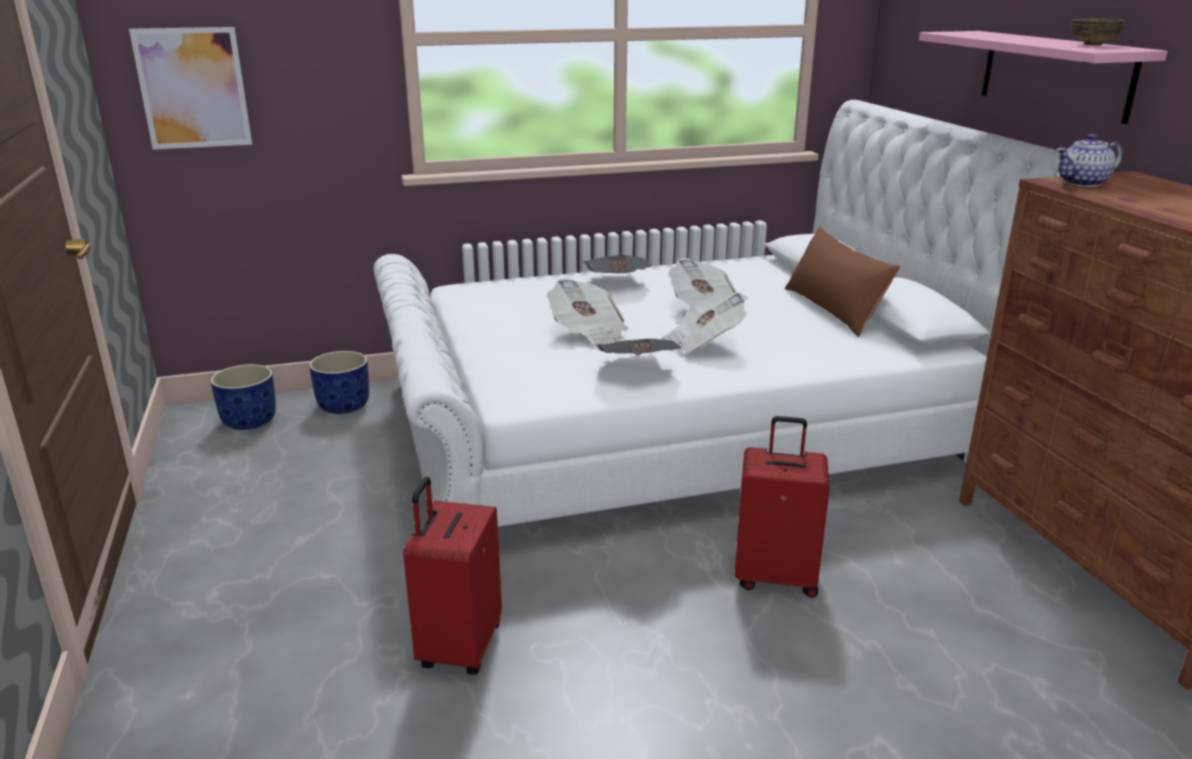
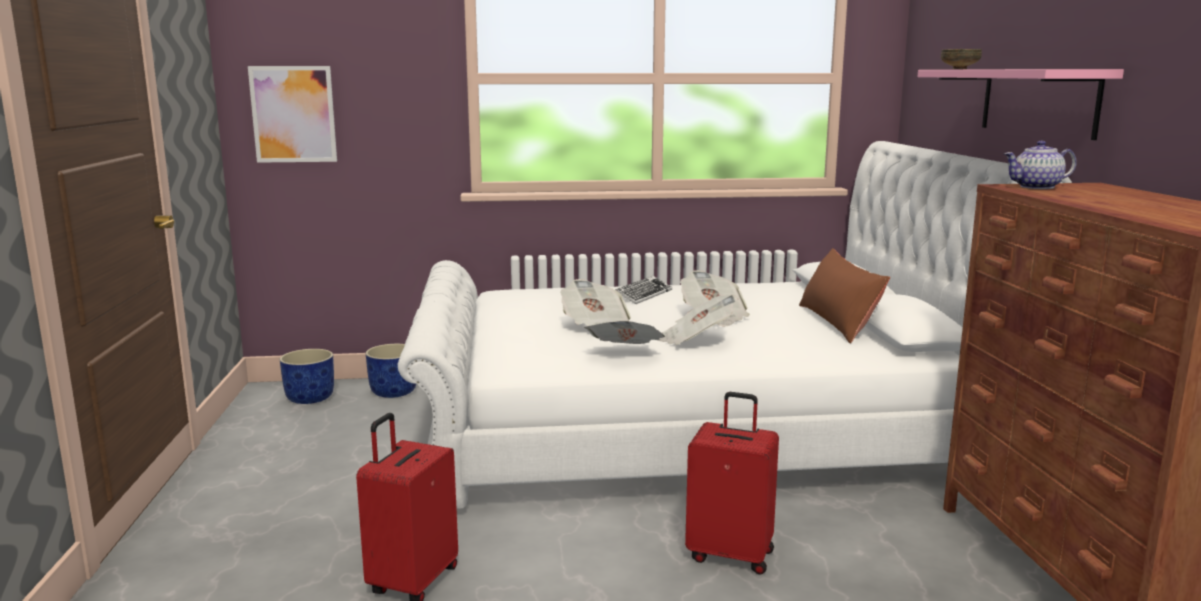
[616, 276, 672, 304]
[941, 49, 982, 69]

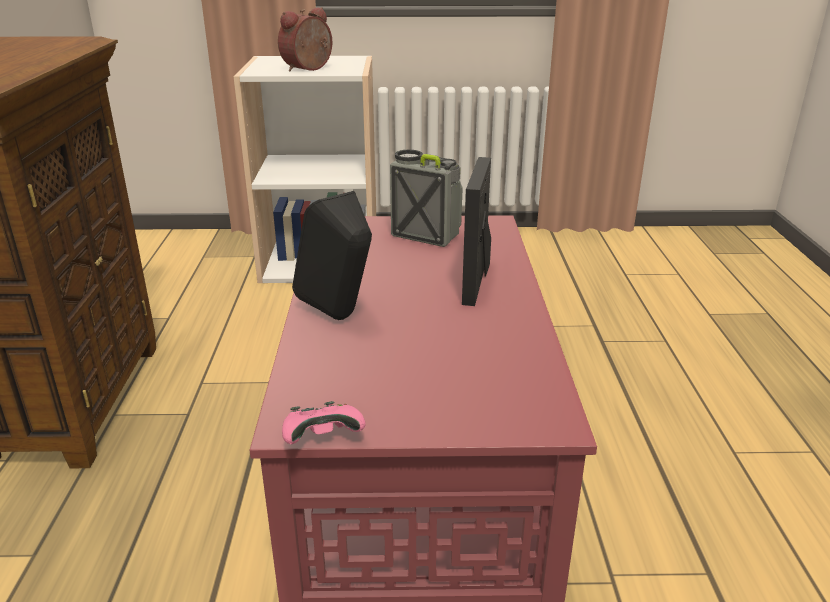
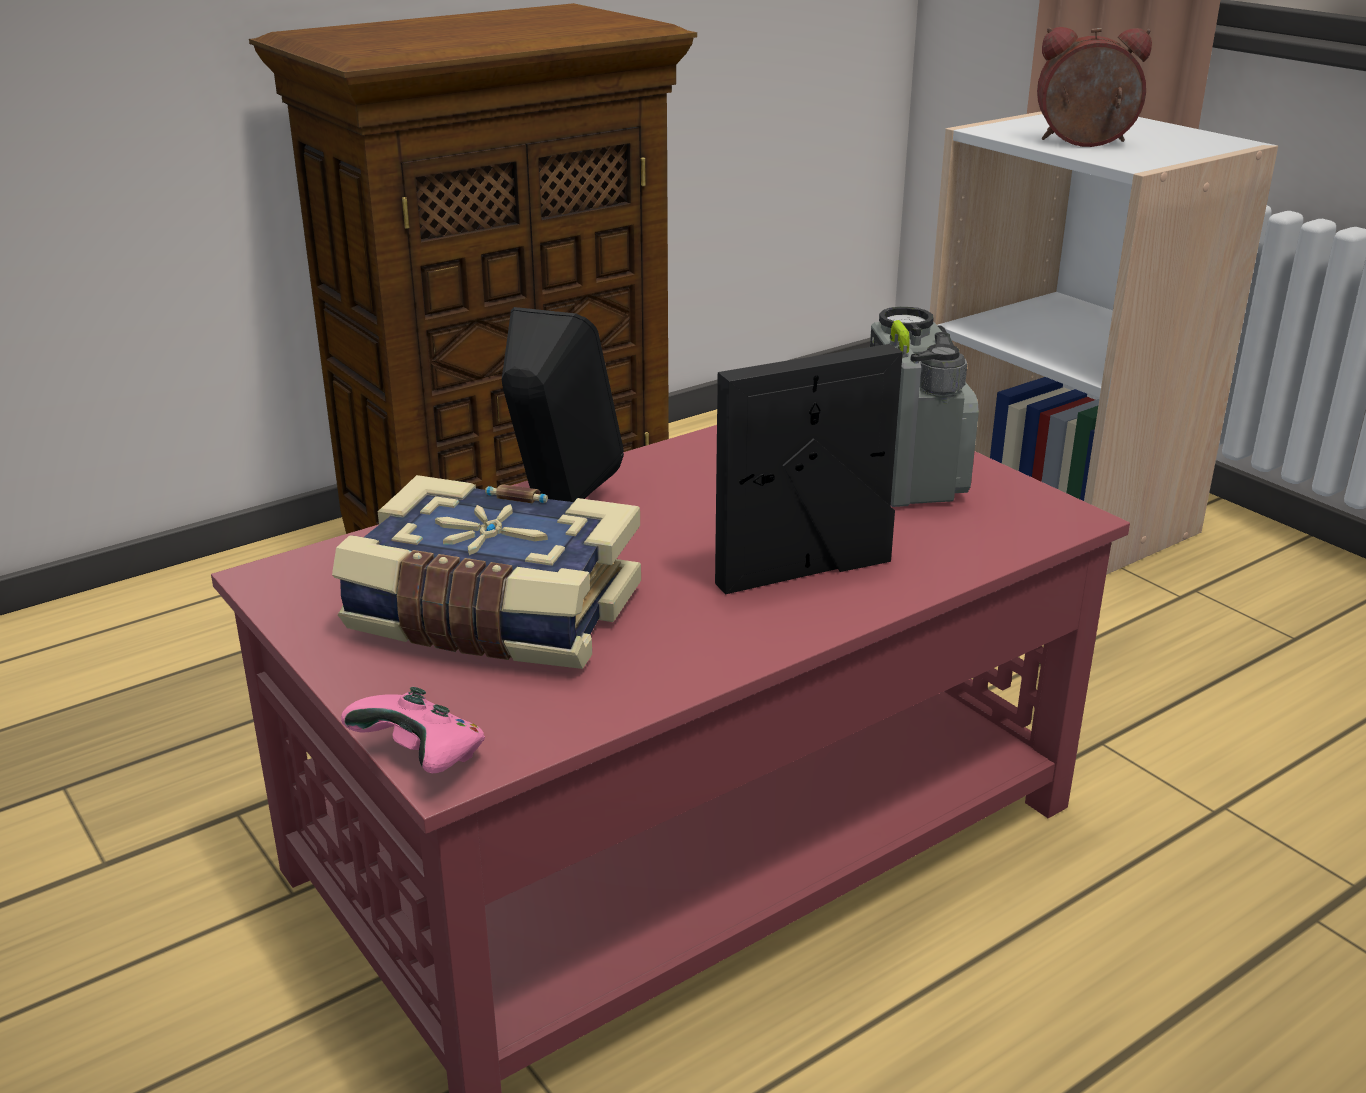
[332, 475, 641, 669]
[341, 687, 485, 773]

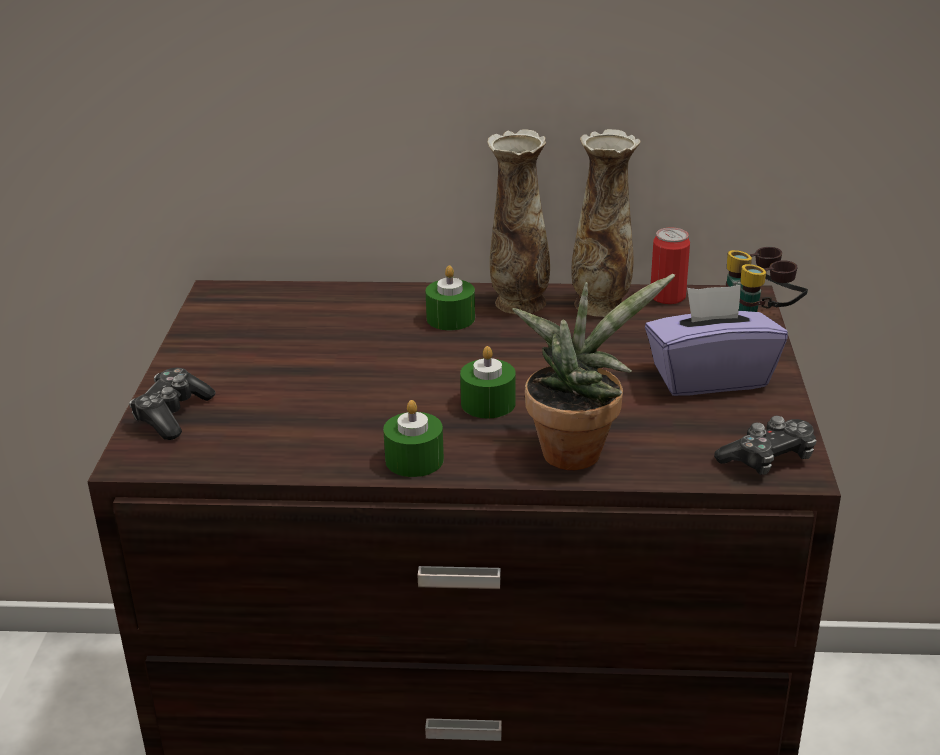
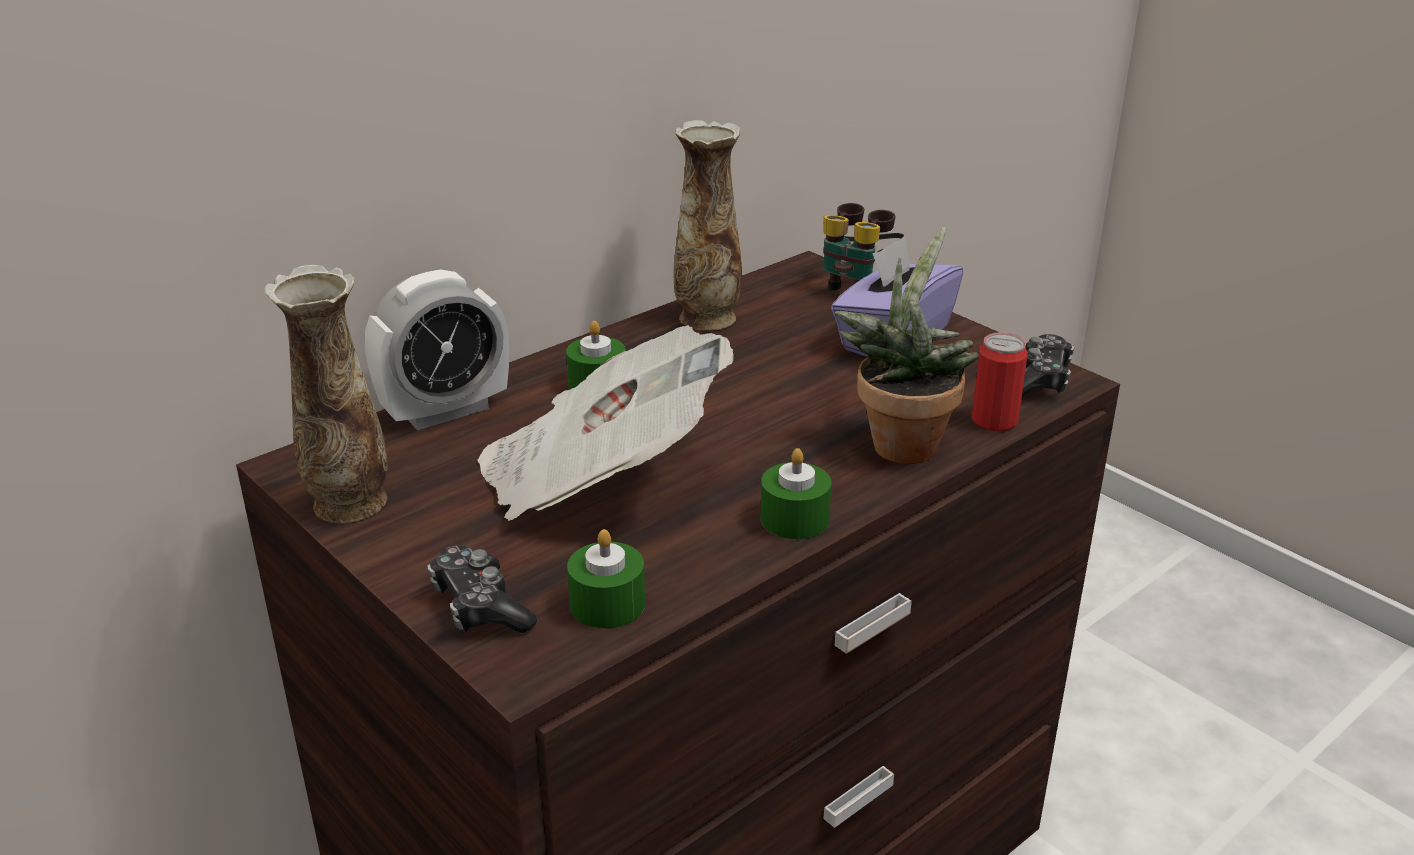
[264, 265, 387, 523]
[365, 270, 509, 430]
[477, 325, 734, 521]
[567, 529, 645, 628]
[972, 332, 1027, 431]

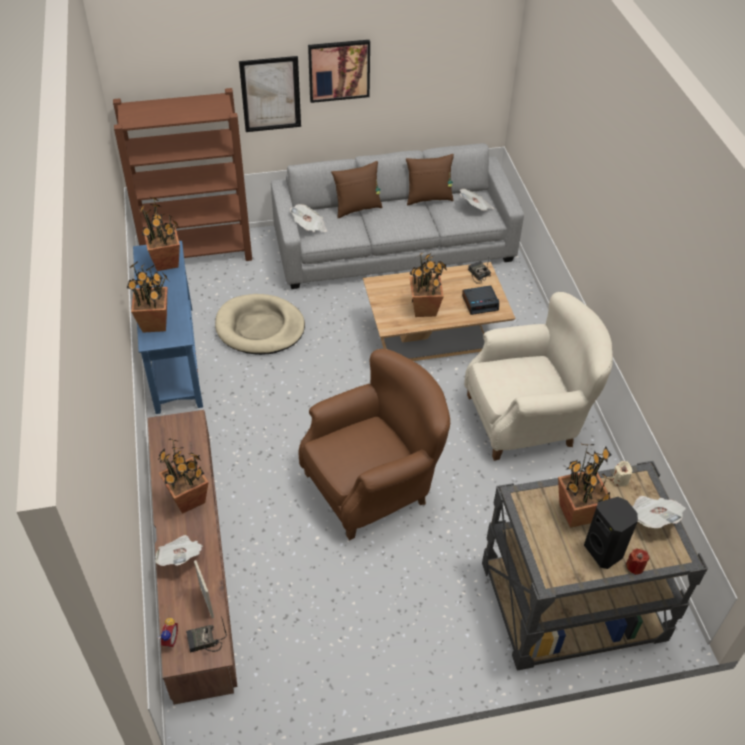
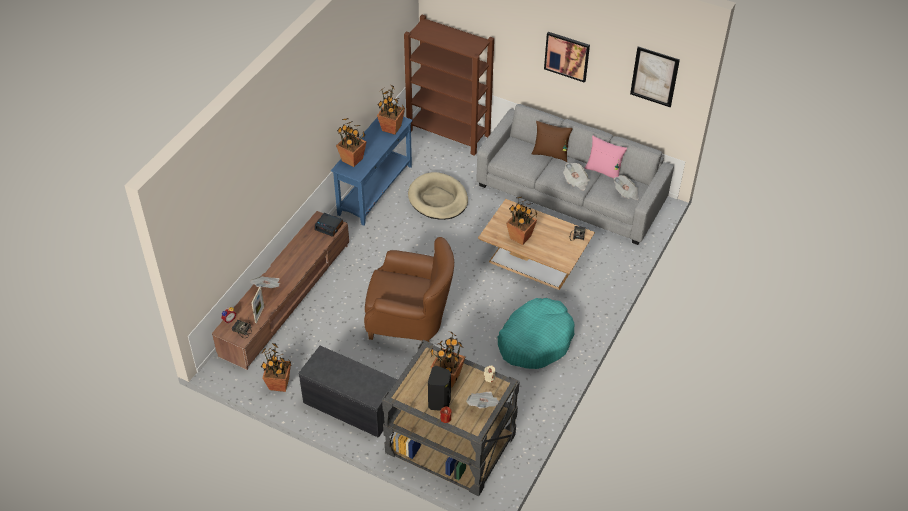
[260, 343, 292, 392]
[298, 346, 397, 438]
[315, 213, 343, 237]
[498, 298, 575, 369]
[563, 163, 590, 191]
[584, 136, 627, 179]
[630, 46, 680, 107]

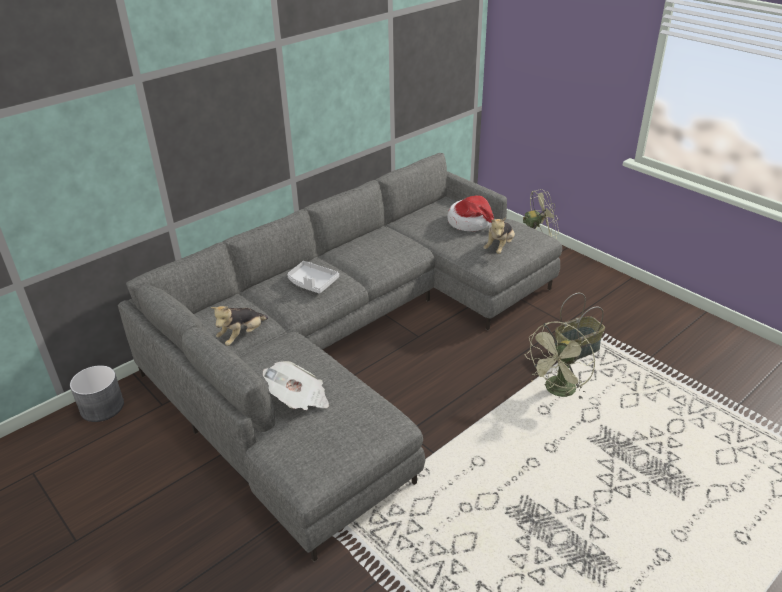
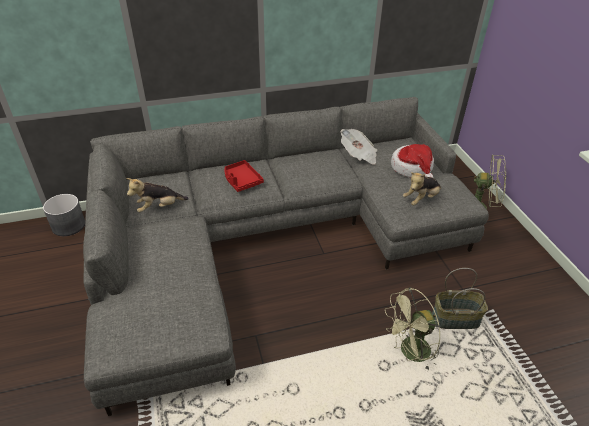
[224, 160, 264, 192]
[341, 129, 377, 165]

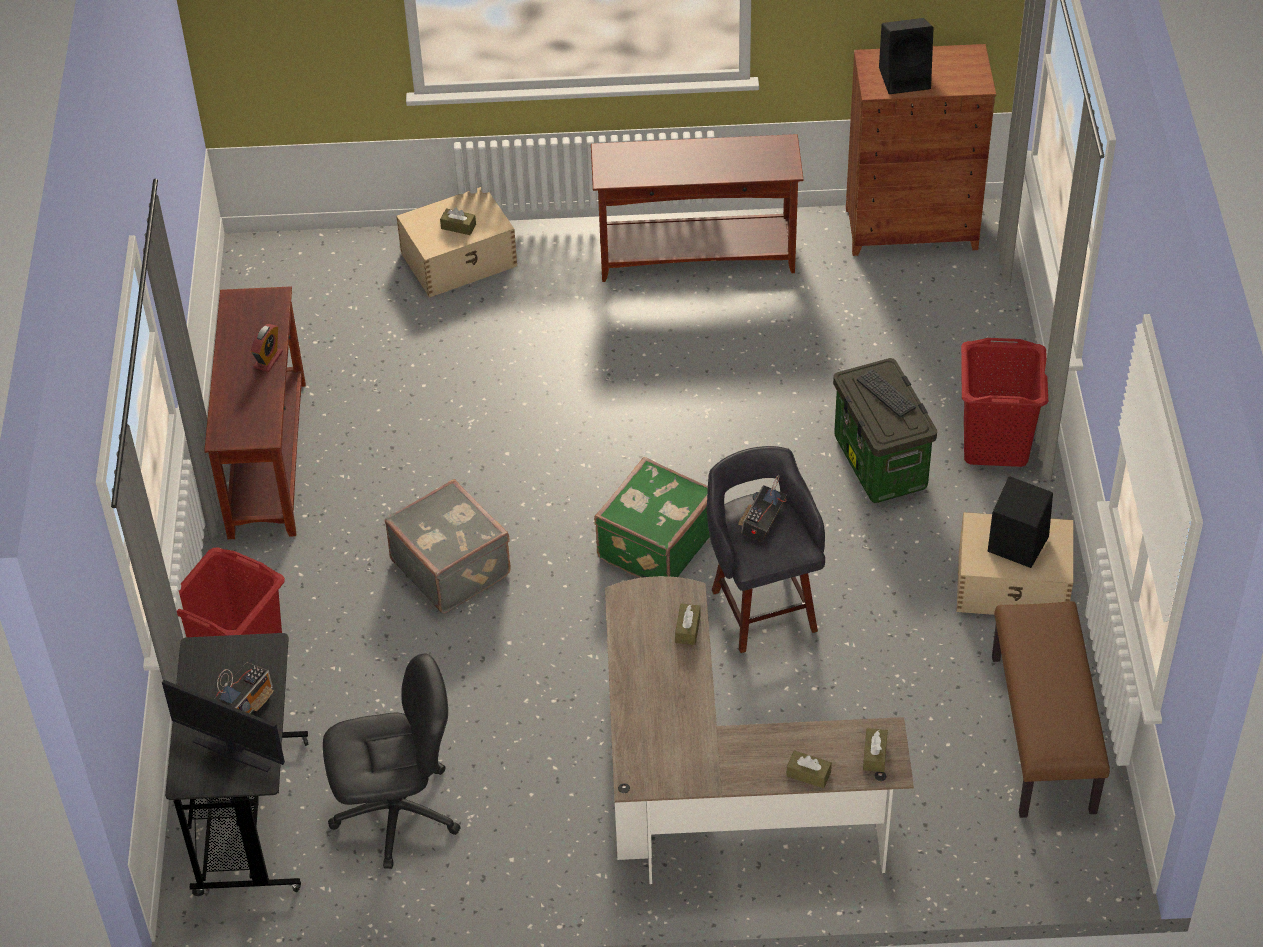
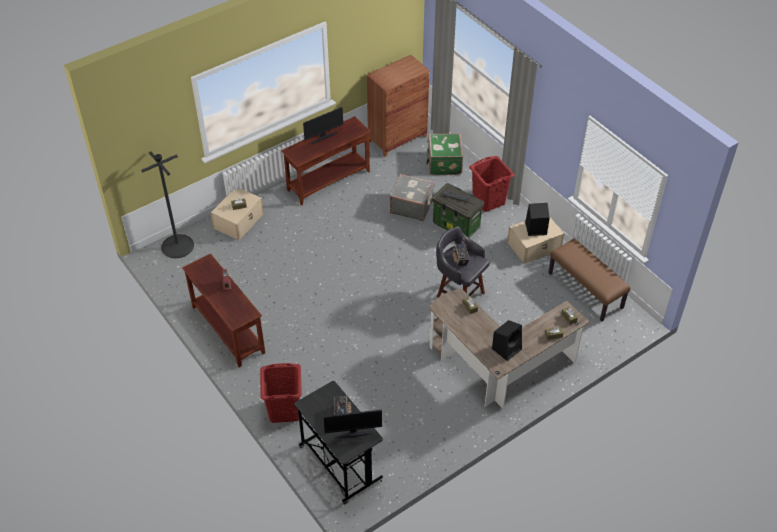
[141, 152, 194, 258]
[303, 107, 343, 144]
[389, 174, 435, 221]
[426, 133, 463, 175]
[492, 320, 522, 361]
[323, 654, 461, 869] (first image)

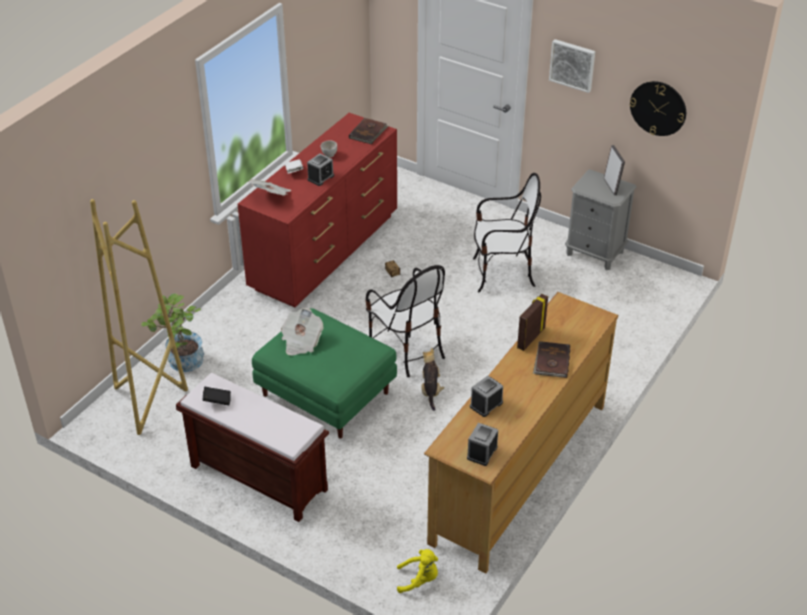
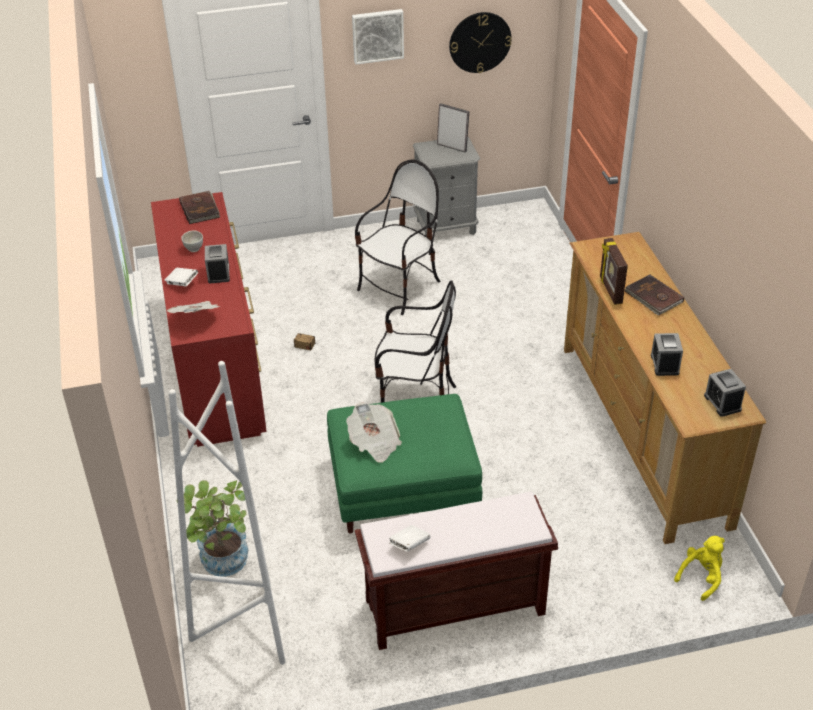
[169, 361, 285, 665]
[389, 525, 430, 552]
[421, 348, 445, 411] (first image)

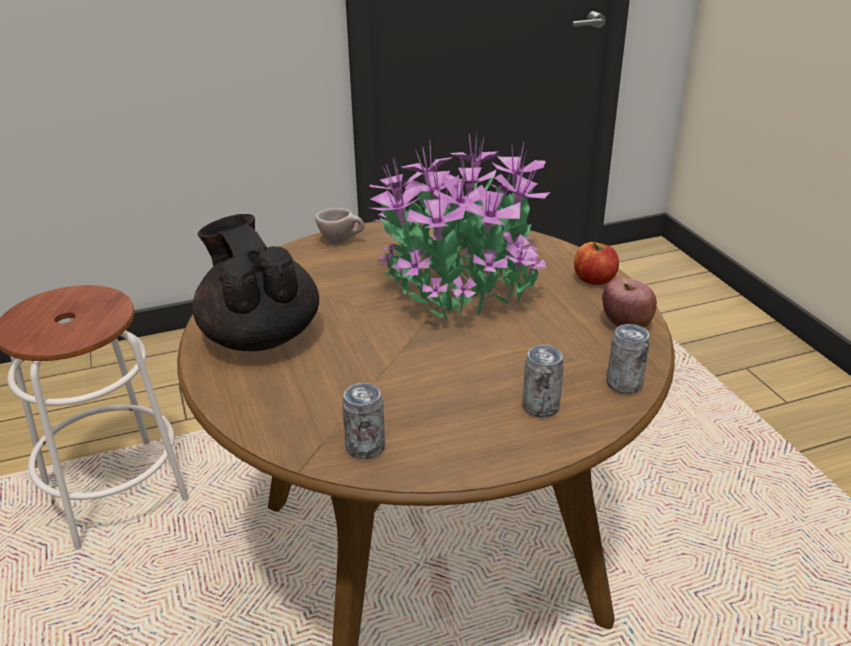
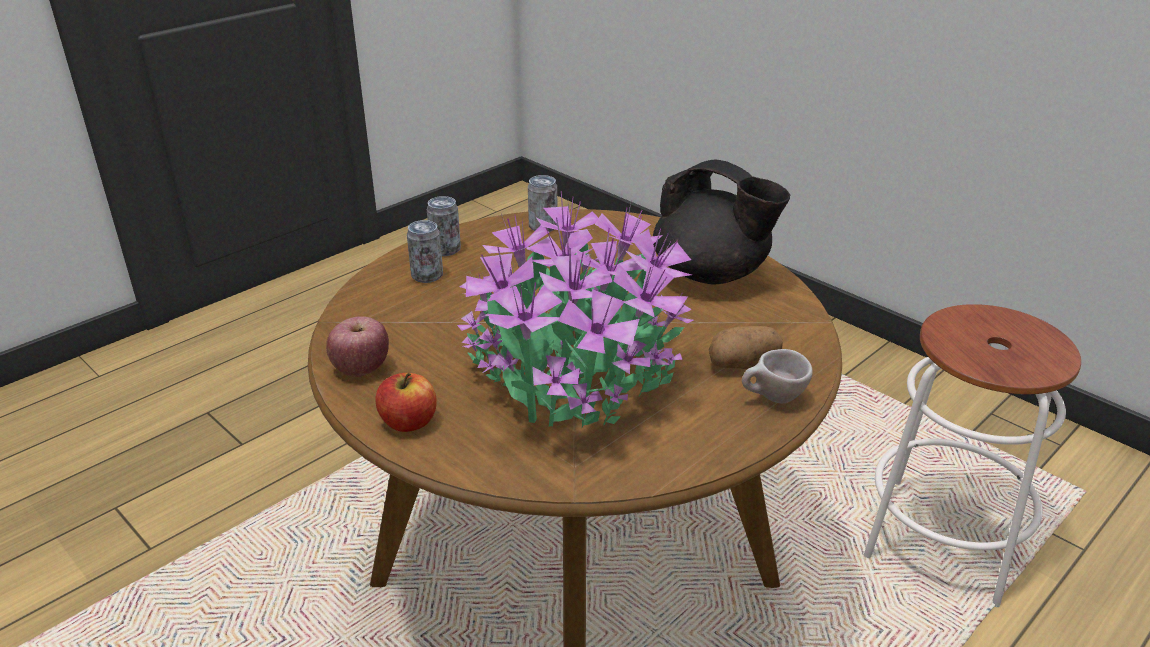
[427, 196, 461, 256]
[709, 326, 783, 369]

